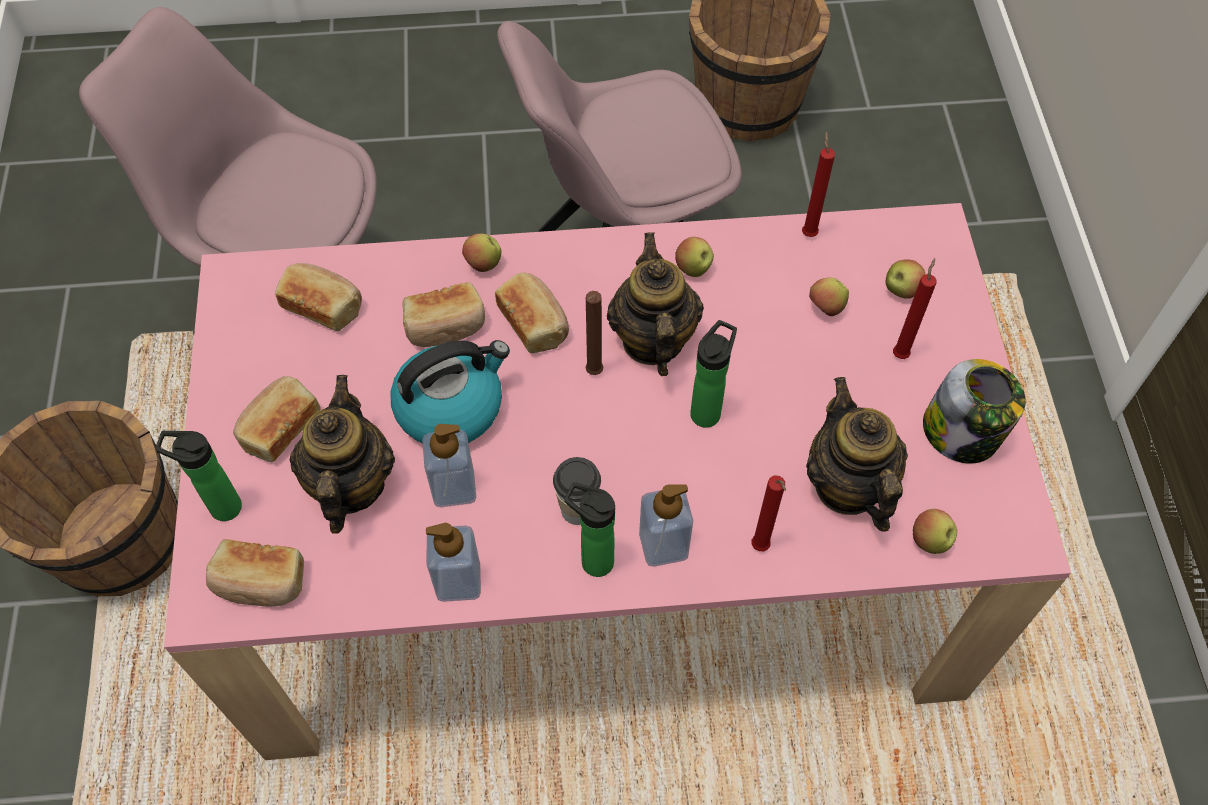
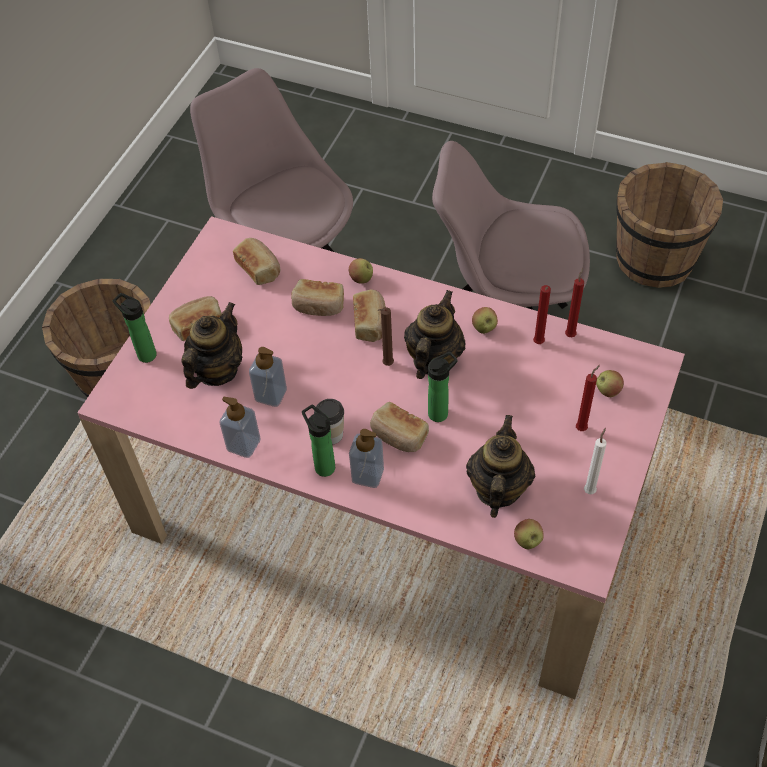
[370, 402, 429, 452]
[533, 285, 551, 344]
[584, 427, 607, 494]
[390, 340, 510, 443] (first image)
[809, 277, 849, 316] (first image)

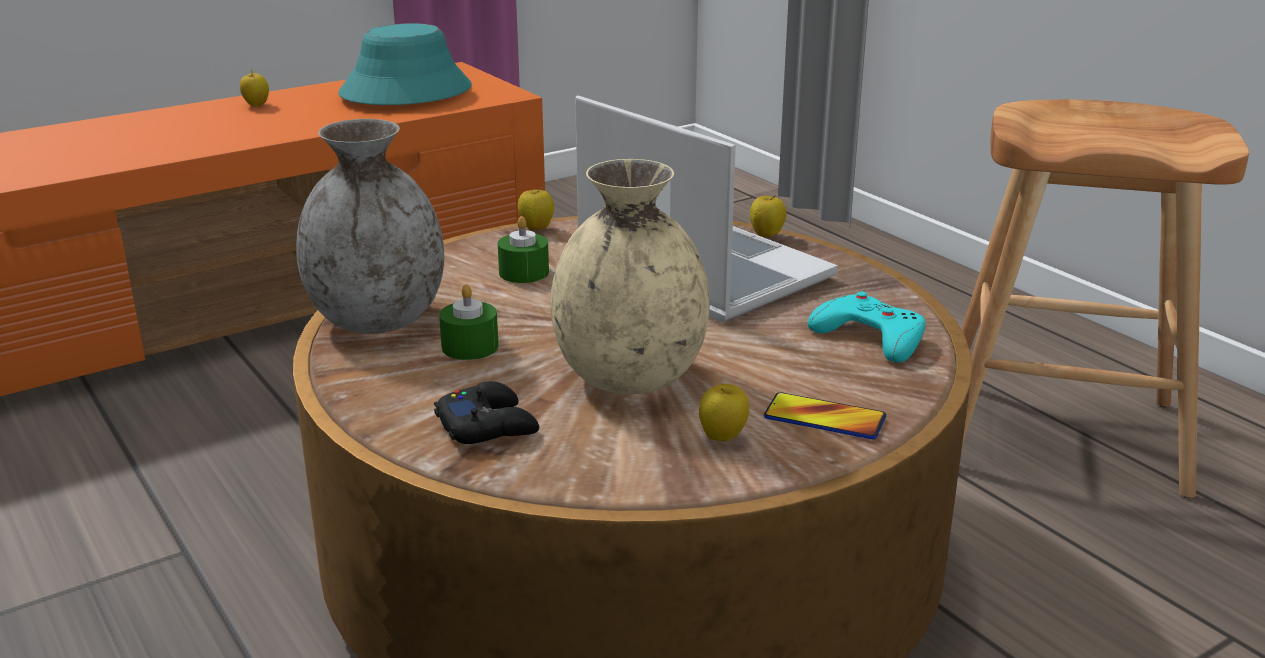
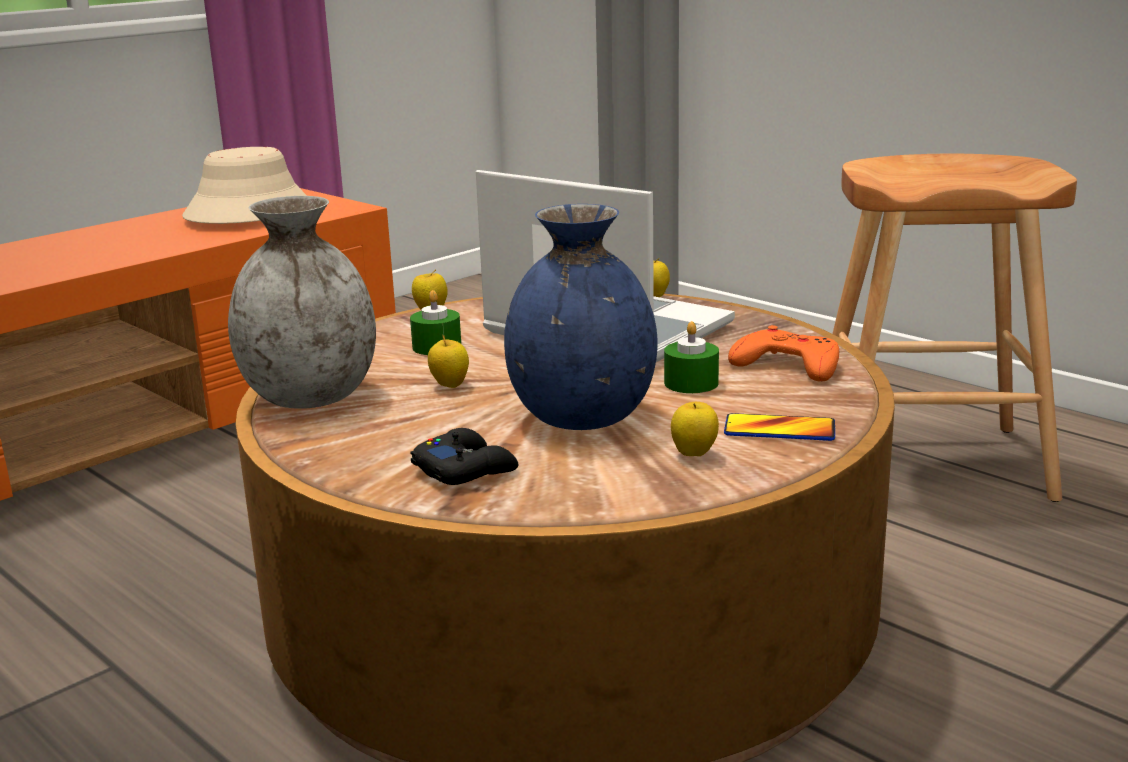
[182, 147, 307, 224]
[428, 335, 469, 388]
[504, 204, 658, 430]
[664, 321, 719, 393]
[728, 325, 839, 382]

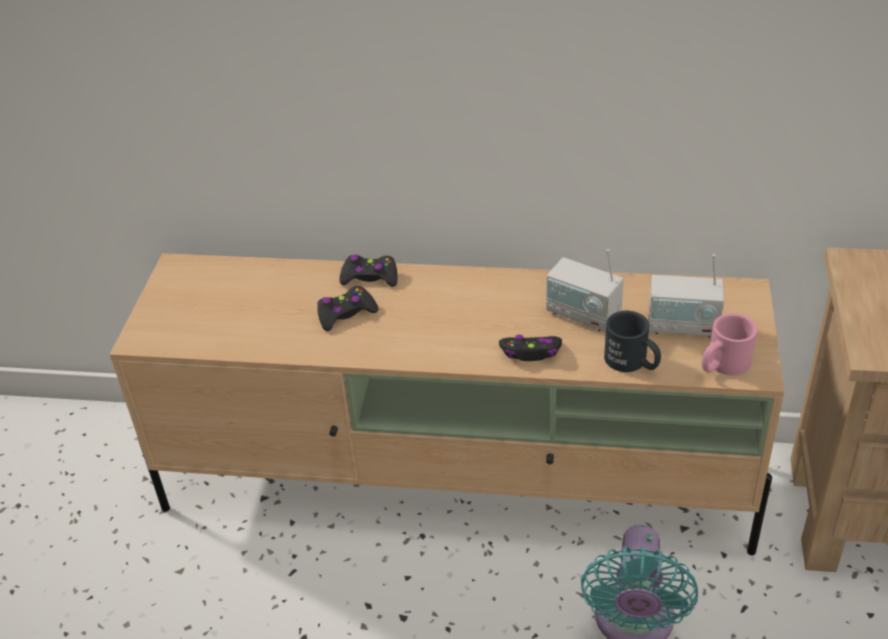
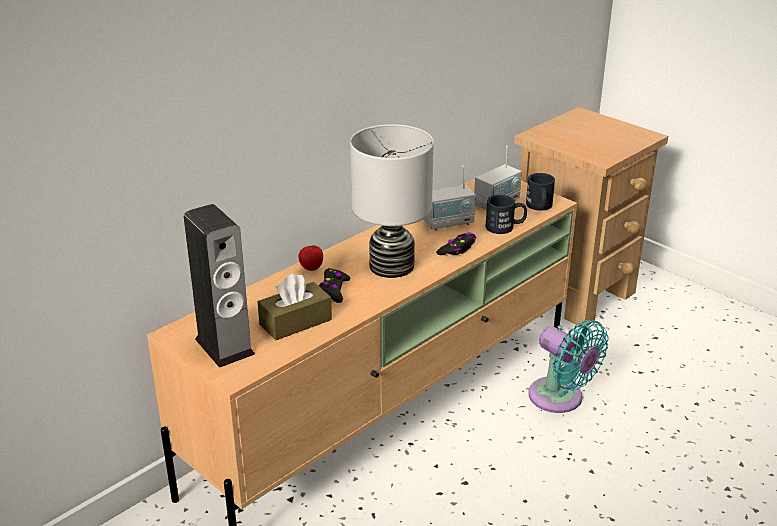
[184, 204, 255, 368]
[258, 273, 332, 340]
[298, 245, 323, 271]
[350, 124, 434, 278]
[526, 173, 555, 211]

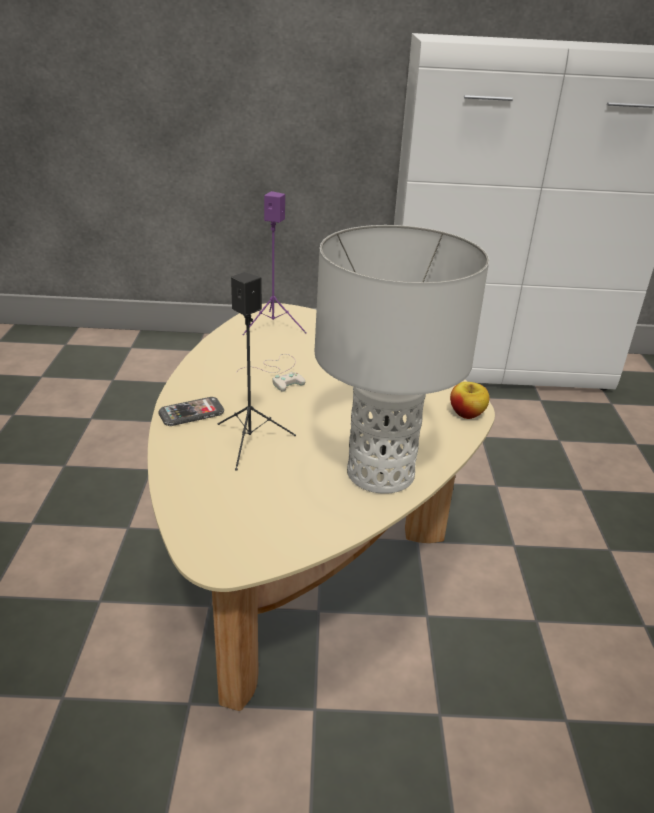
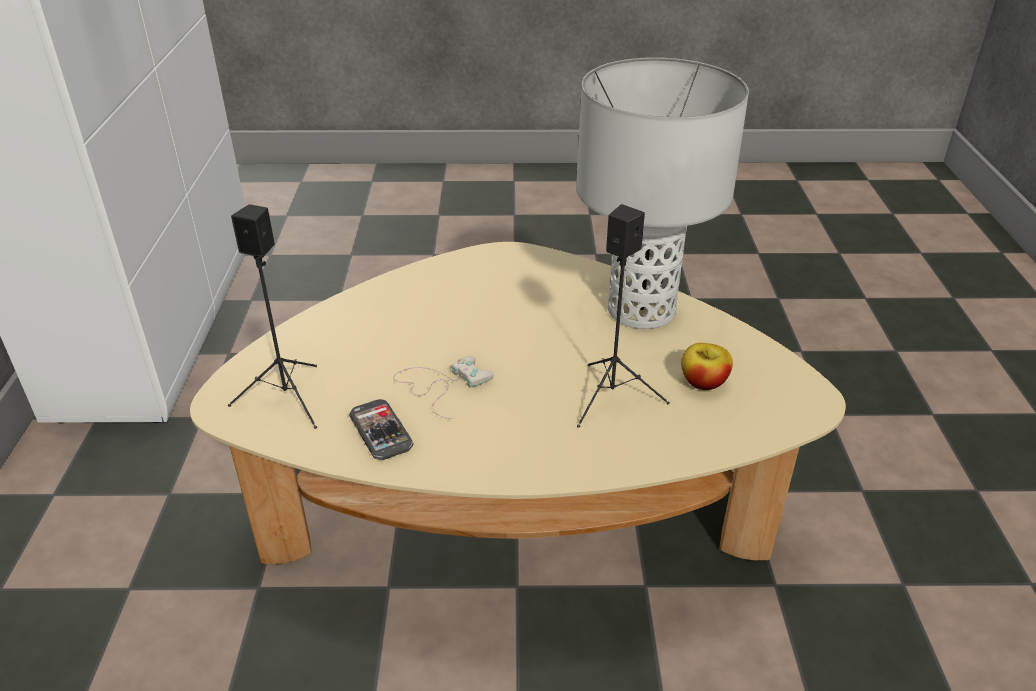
[228, 204, 317, 429]
[349, 399, 413, 460]
[681, 343, 733, 390]

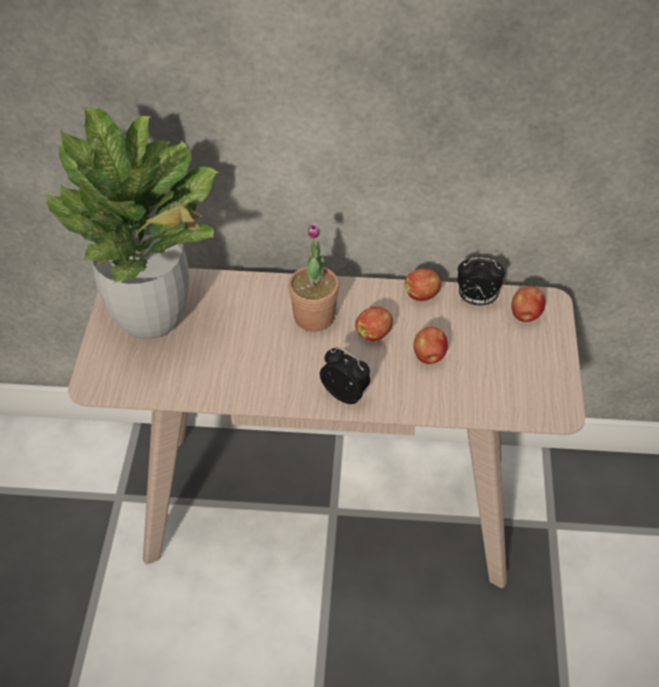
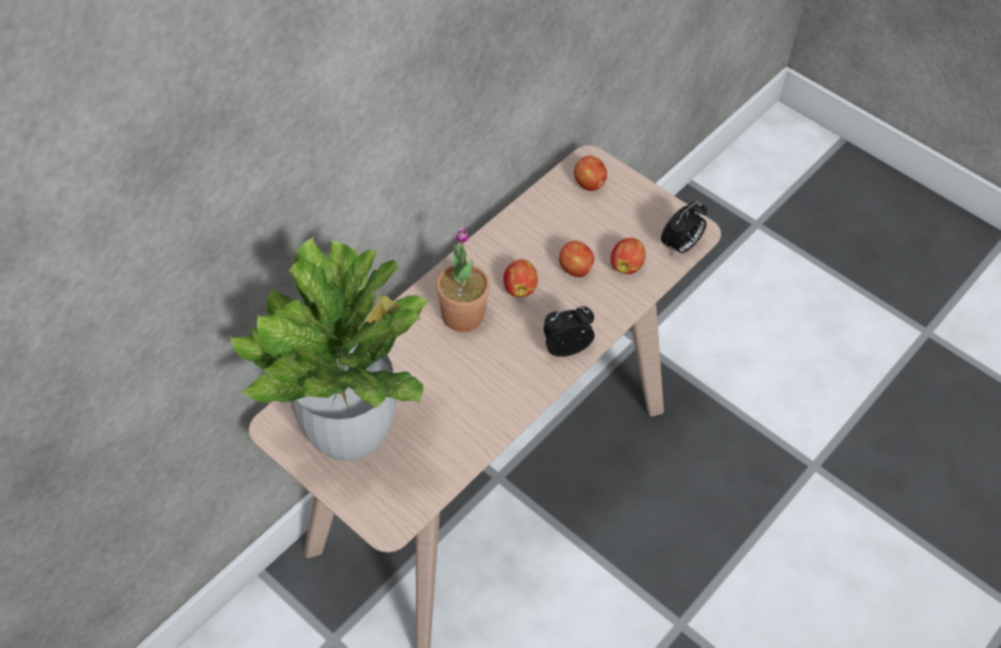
[611, 238, 645, 274]
[661, 201, 707, 256]

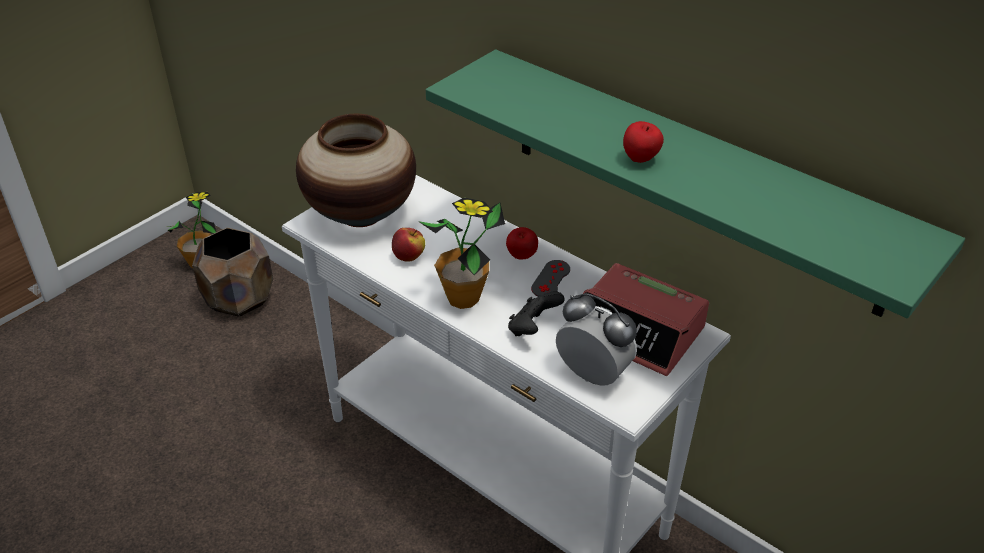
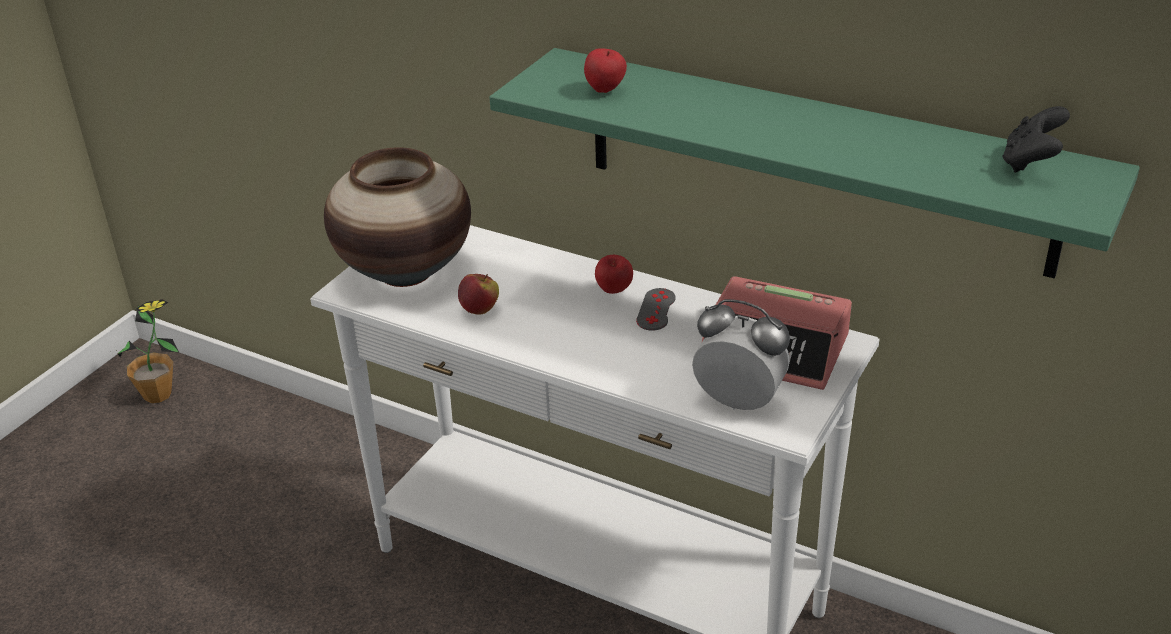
[584, 49, 627, 93]
[1003, 106, 1070, 173]
[192, 228, 273, 317] (first image)
[418, 197, 505, 309] (first image)

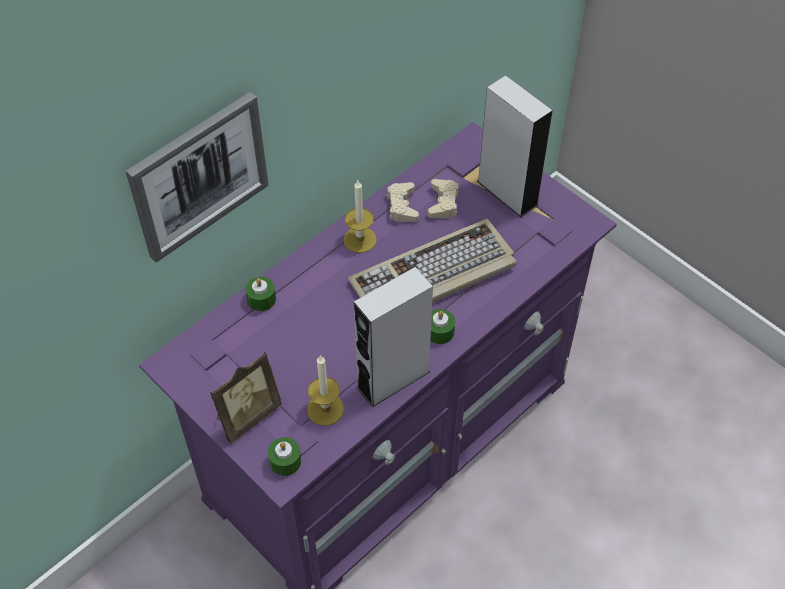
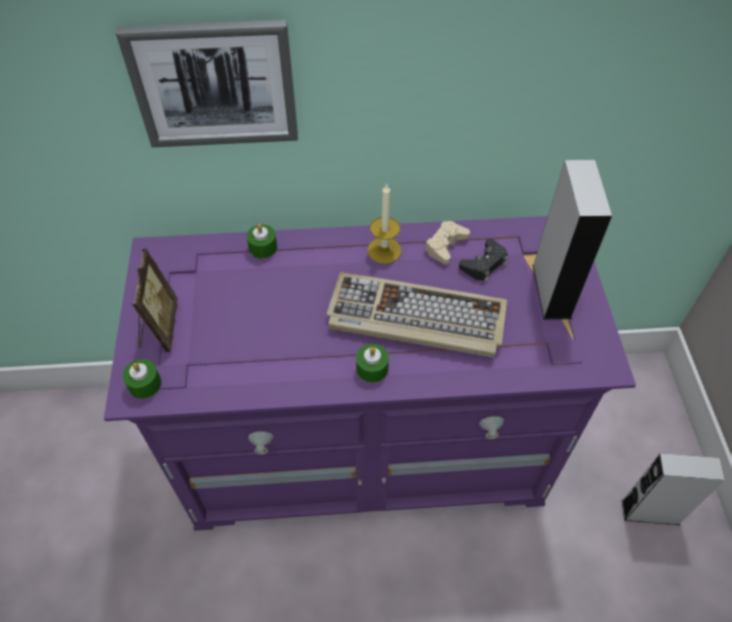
[132, 248, 178, 352]
[459, 238, 508, 282]
[622, 453, 725, 525]
[307, 355, 344, 426] (first image)

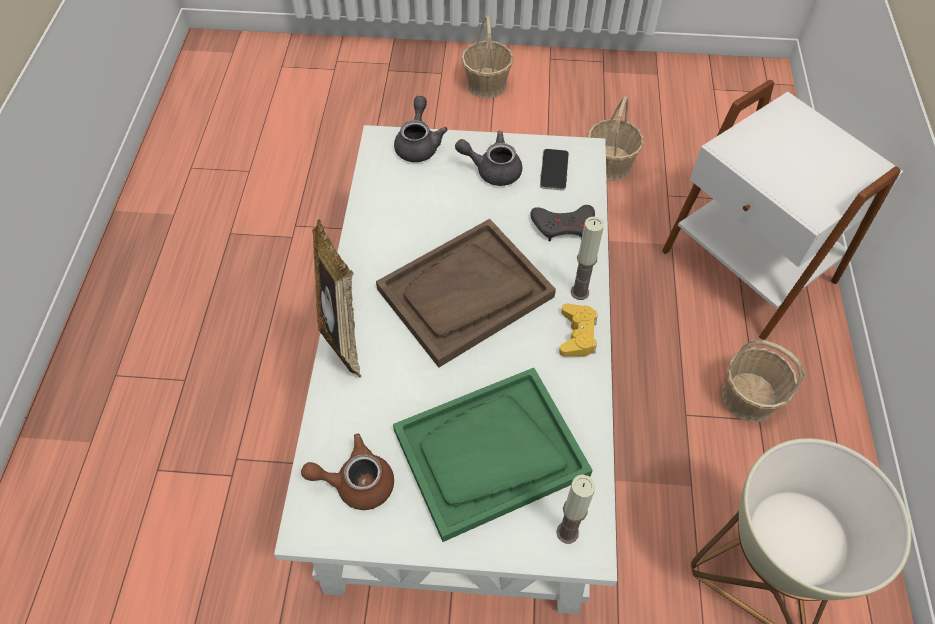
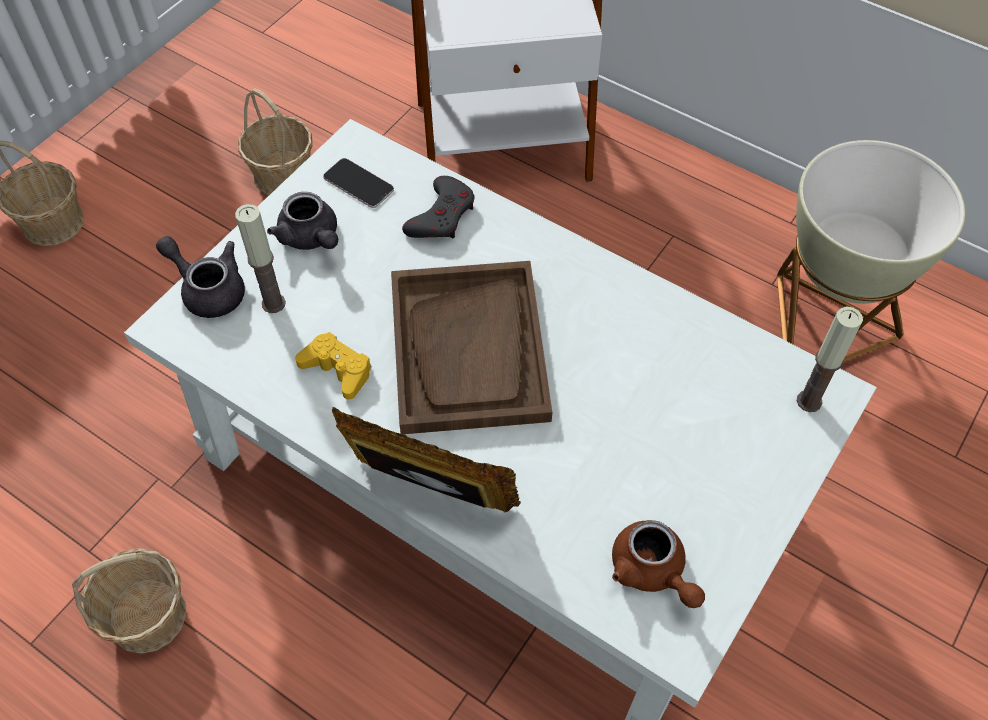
[72, 548, 186, 654]
[235, 204, 286, 313]
[267, 192, 338, 250]
[295, 332, 372, 400]
[612, 520, 705, 608]
[393, 368, 593, 542] (first image)

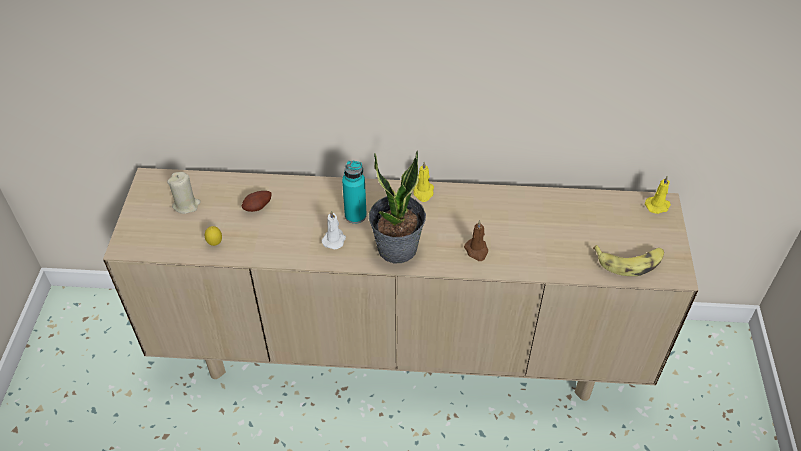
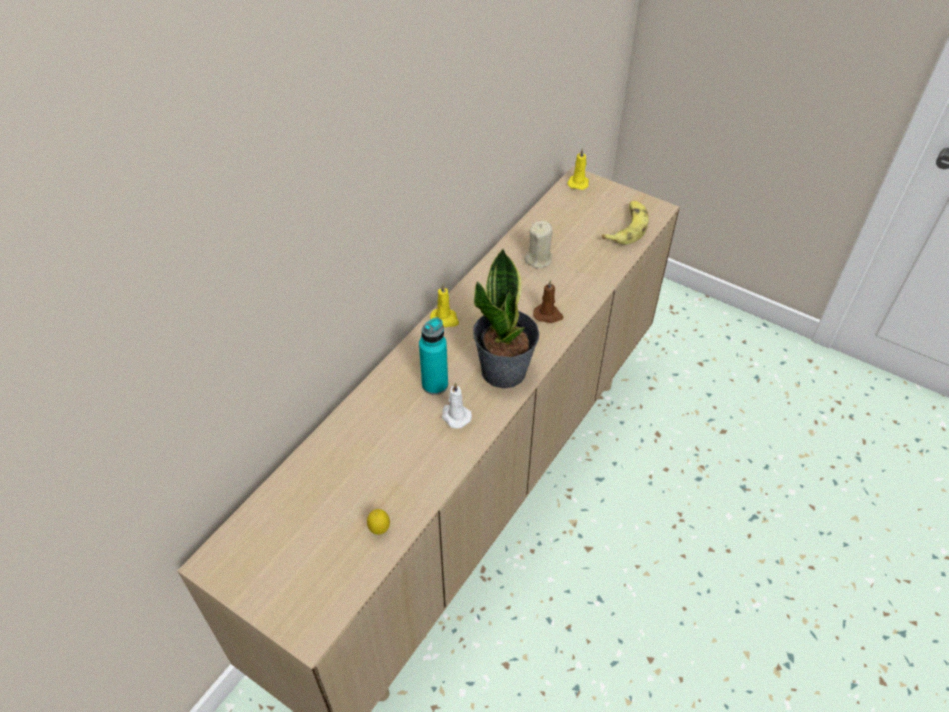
[524, 220, 553, 268]
[242, 191, 271, 212] (first image)

